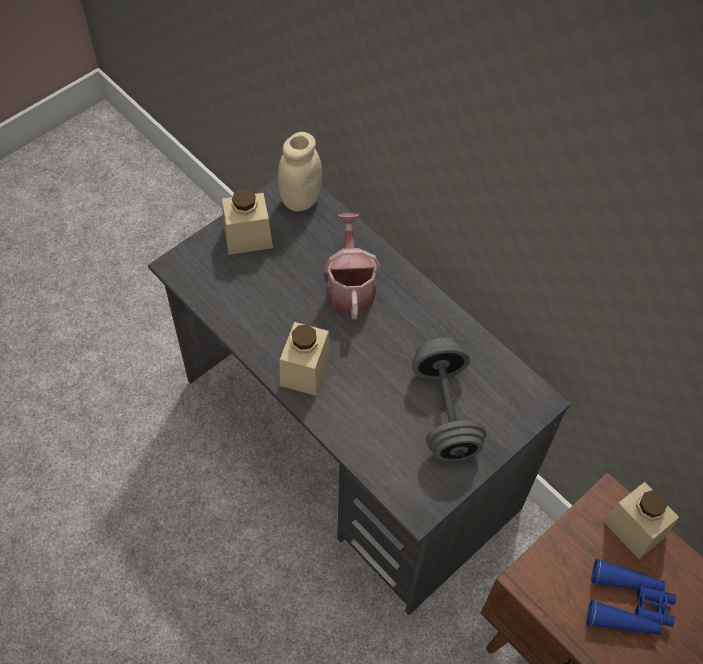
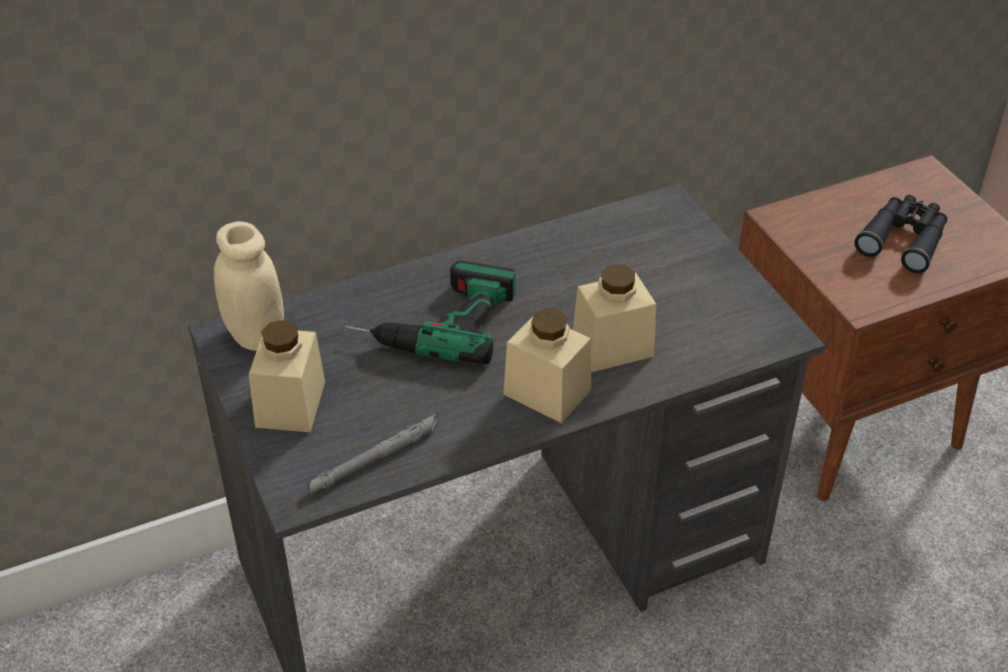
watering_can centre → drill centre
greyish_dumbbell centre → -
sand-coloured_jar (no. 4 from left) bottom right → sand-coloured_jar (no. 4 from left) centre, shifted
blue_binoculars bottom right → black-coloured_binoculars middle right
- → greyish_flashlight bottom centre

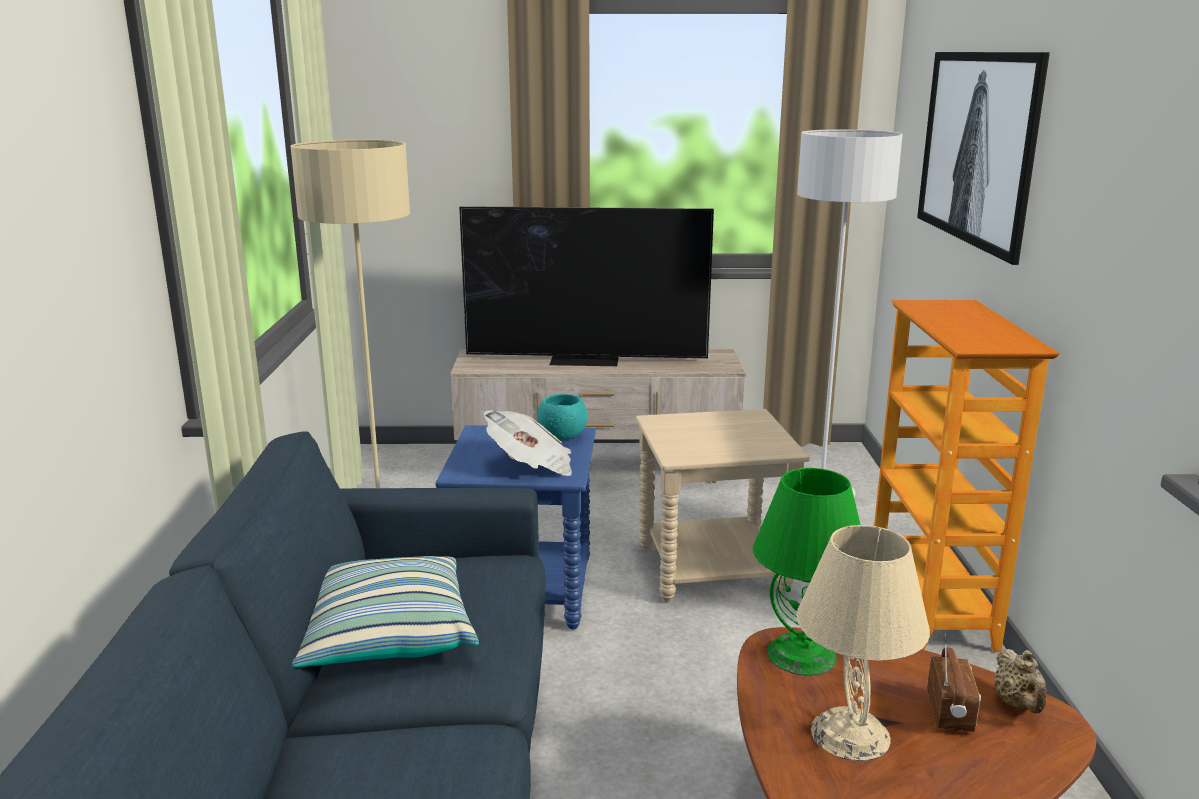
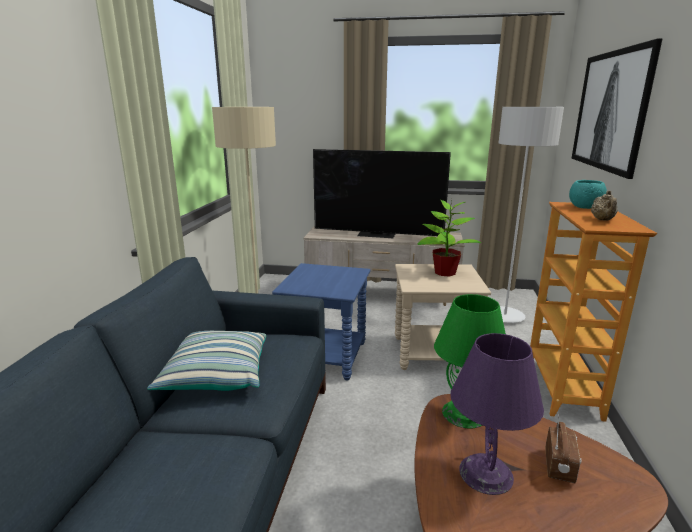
turquoise_bowl centre → turquoise_bowl middle right, shifted
printed_paper centre → -
sand-coloured_lamp_for_a_table bottom right → purplish_lamp_for_a_table bottom right
sand-coloured_tea_pot bottom right → sand-coloured_tea_pot middle right, shifted
- → potted_plant centre

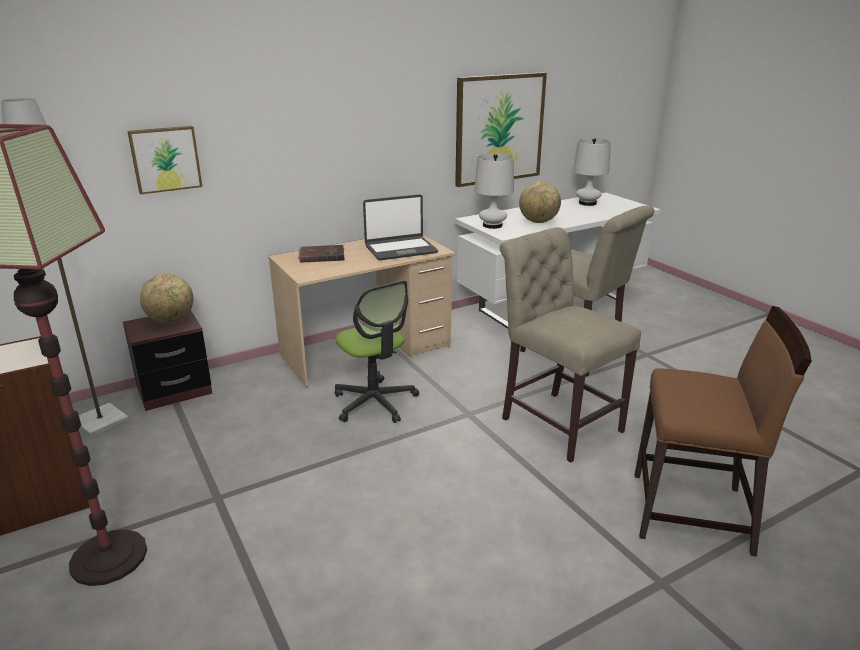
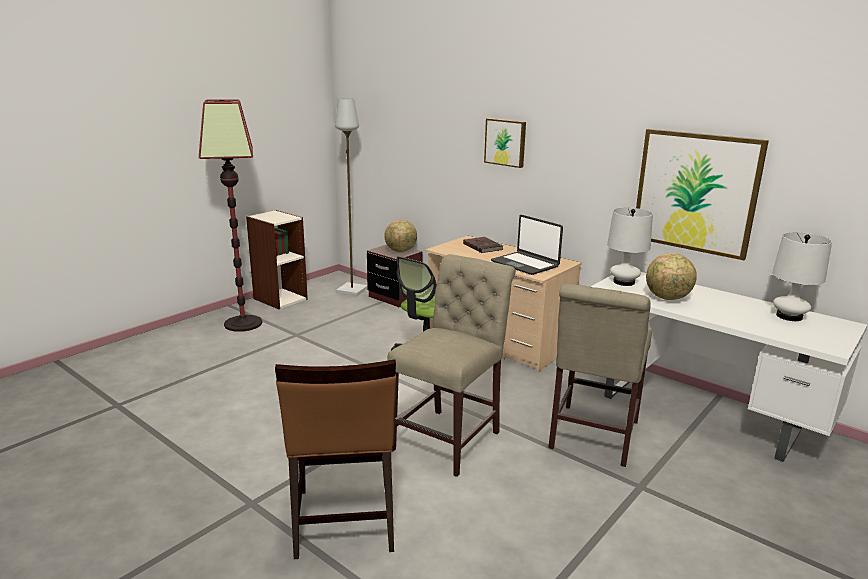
wall_picture (no. 1 from left) top left → wall_picture (no. 1 from left) top centre, shifted

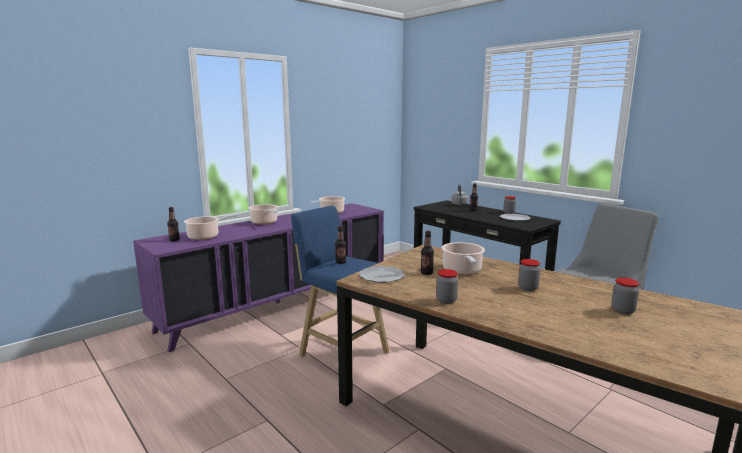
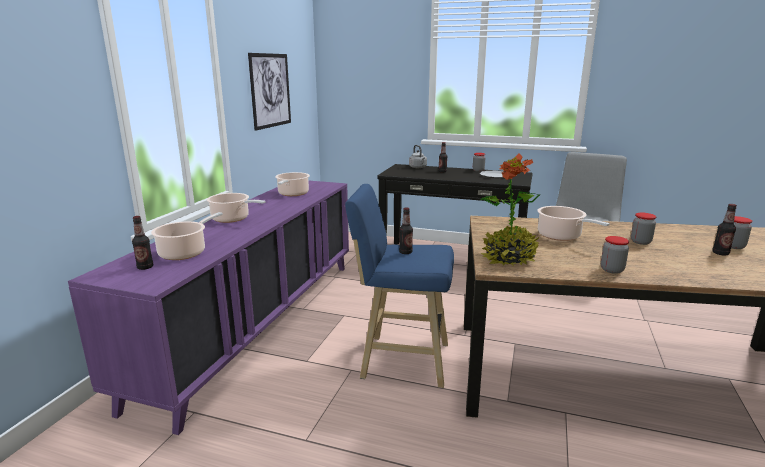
drink_bottle (no. 3 from left in the first image) centre → drink_bottle (no. 4 from left) middle right, shifted
flat_dish (no. 1 from left) centre → potted_plant middle right
- → wall_picture top centre

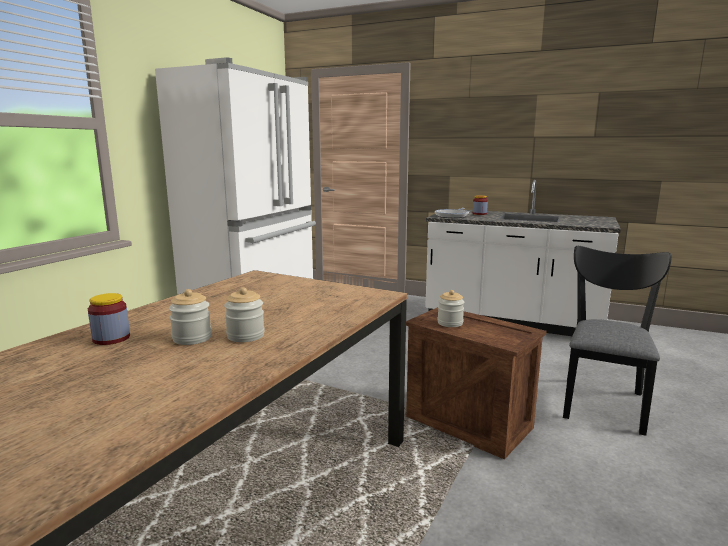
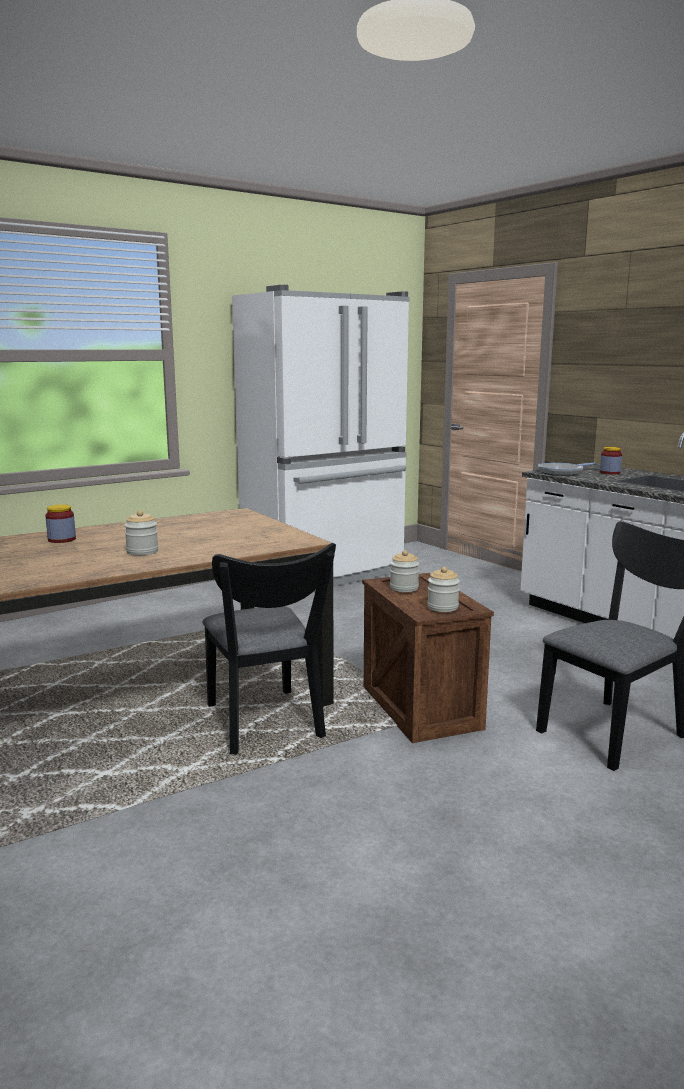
jar (no. 2 from left in the first image) middle left → jar (no. 4 from left) centre, shifted
- → black-coloured_chair (no. 1 from left) centre

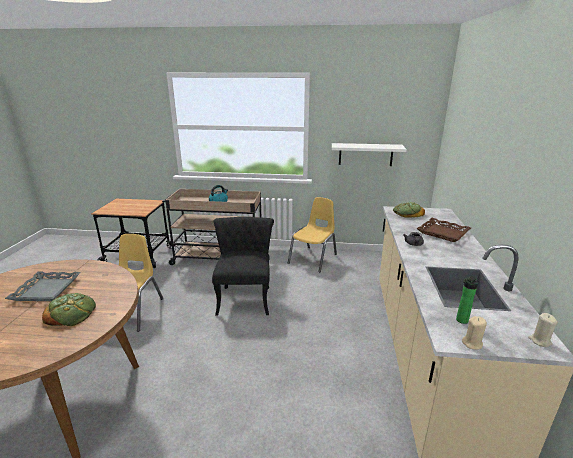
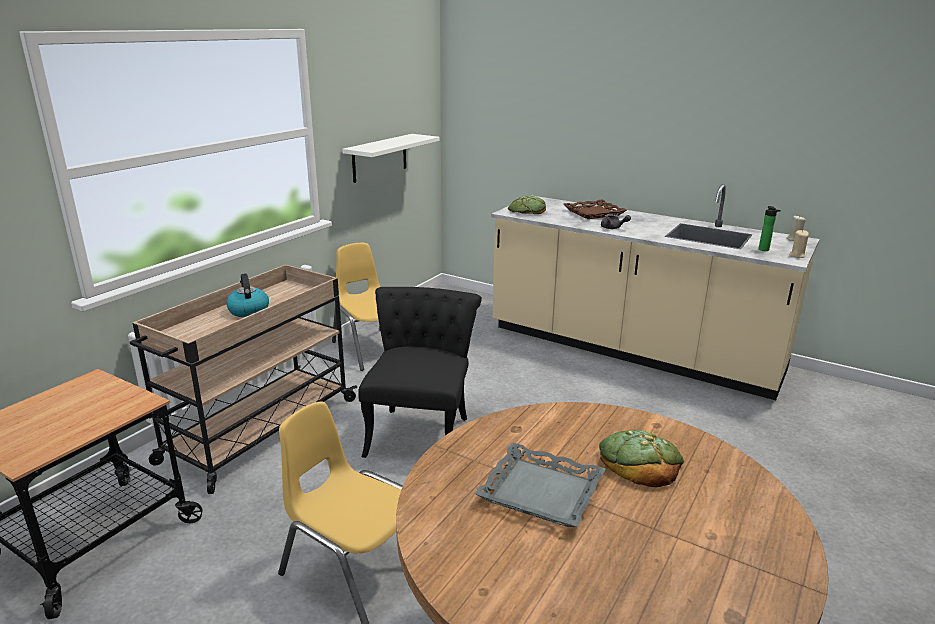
black-coloured_chair centre, 75 degrees clockwise

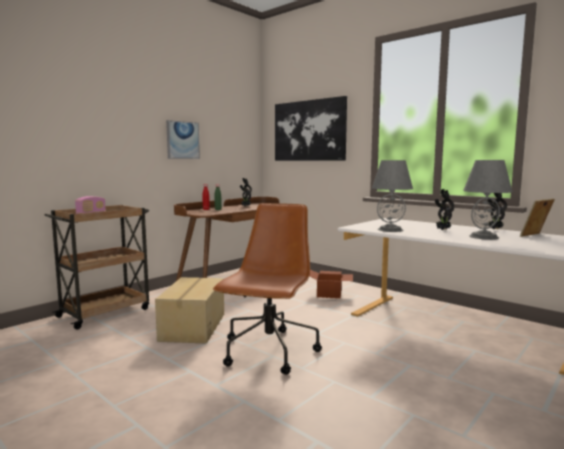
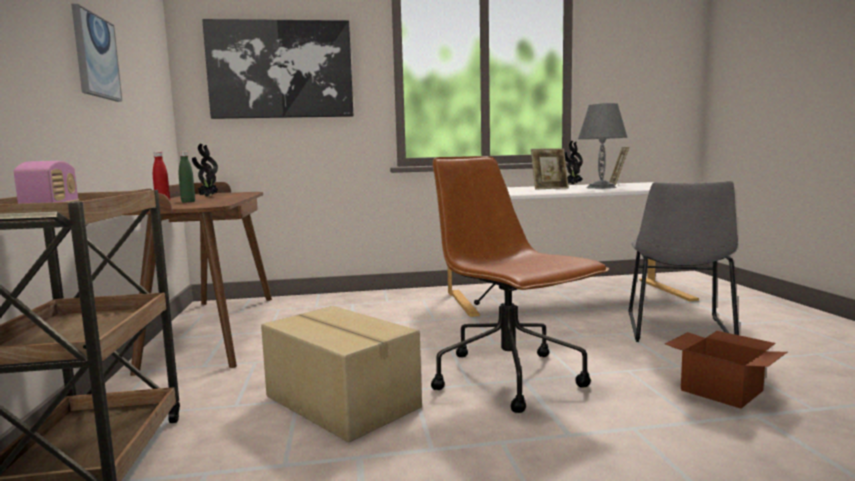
greyish_lamp_for_a_table (no. 1 from left) middle right → -
potted_plant (no. 2 from left) middle right → standing_frame (no. 1 from left) centre
packing_box (no. 2 from left) centre → packing_box (no. 2 from left) bottom right, shifted
- → greyish_chair middle right

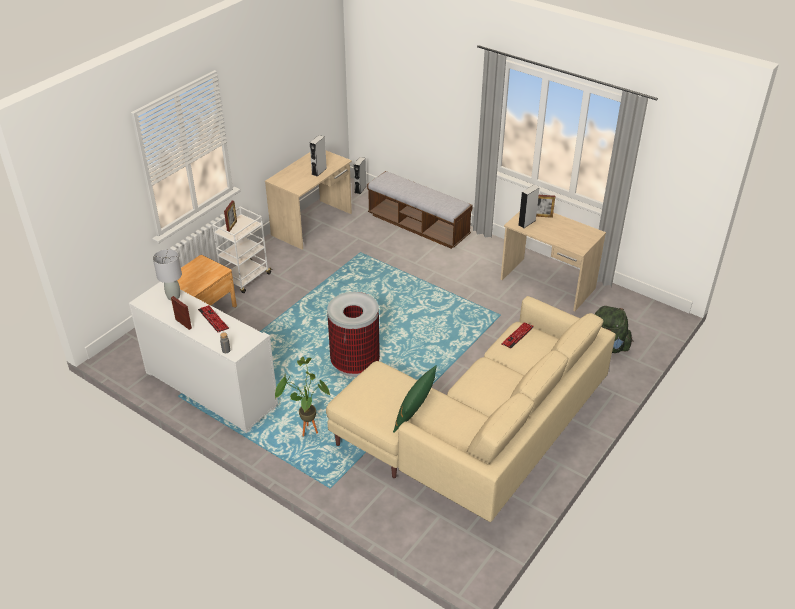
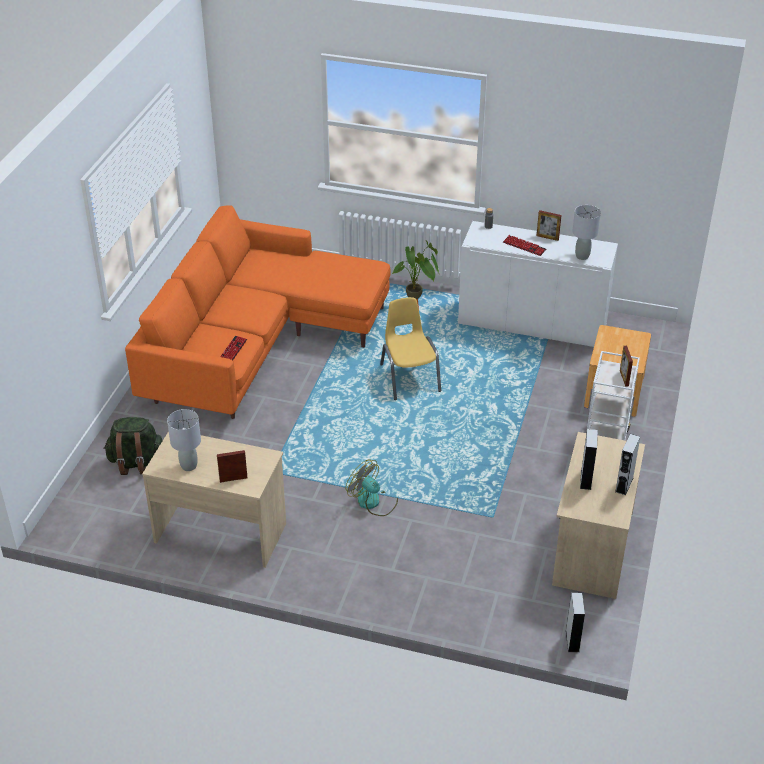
long_seat centre → -
greyish_loudspeaker (no. 3 from left) centre → greyish_loudspeaker (no. 3 from left) middle right, shifted
waste_bin centre → yellowish_chair centre
sand-coloured_couch bottom centre → orangey_couch centre
green_cushion centre → -
- → greyish_lamp_for_a_table (no. 1 from left) middle left
- → fan centre

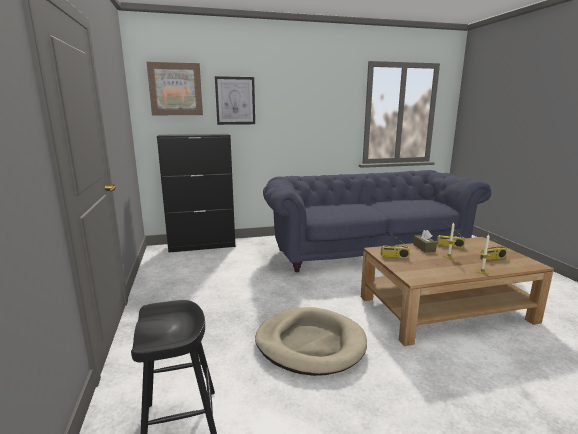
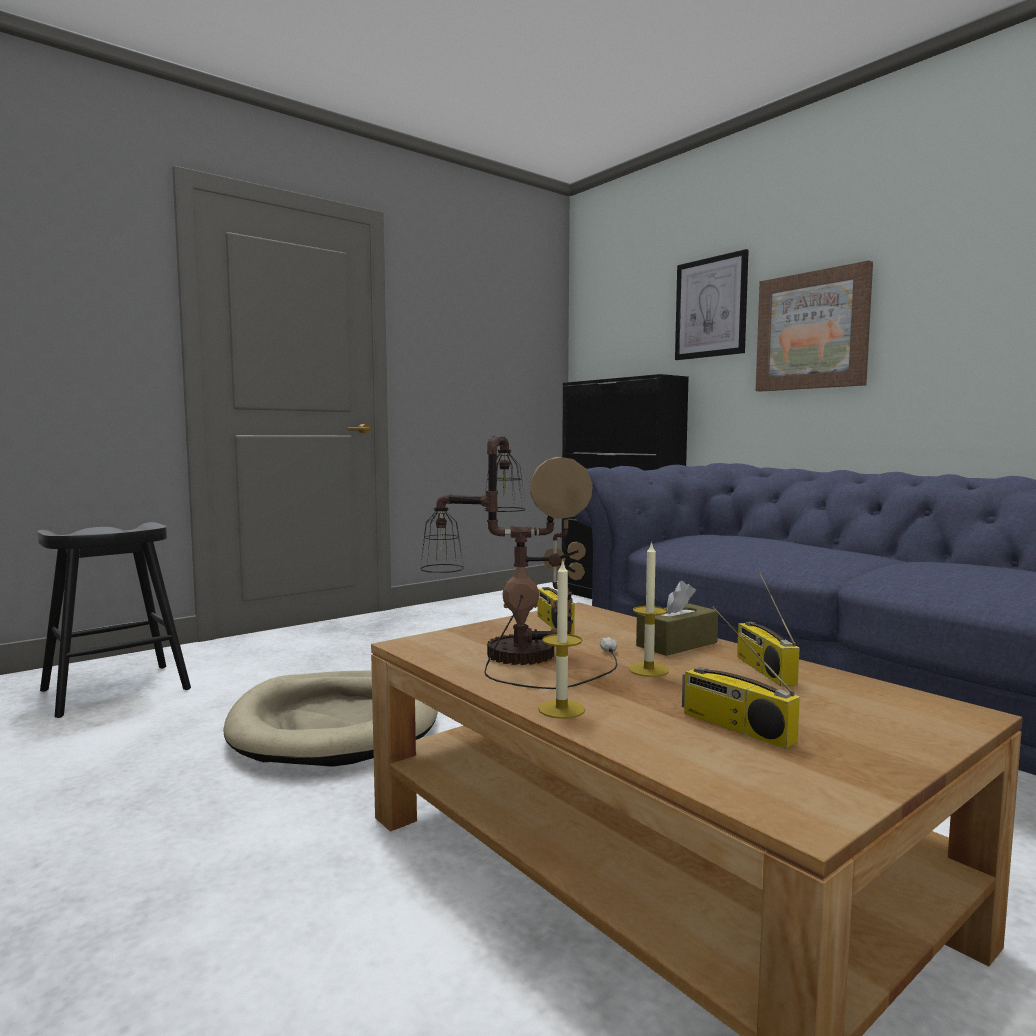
wall_picture (no. 1 from left in the first image) top left → wall_picture (no. 2 from left) top right, shifted
- → lamp_for_a_table centre

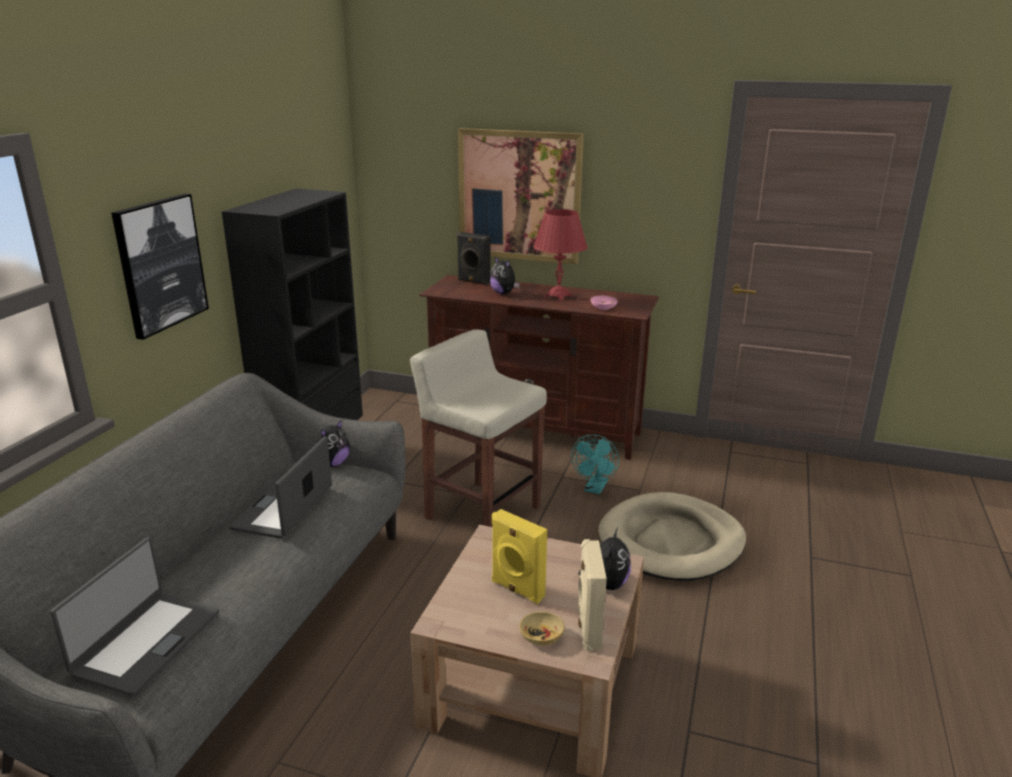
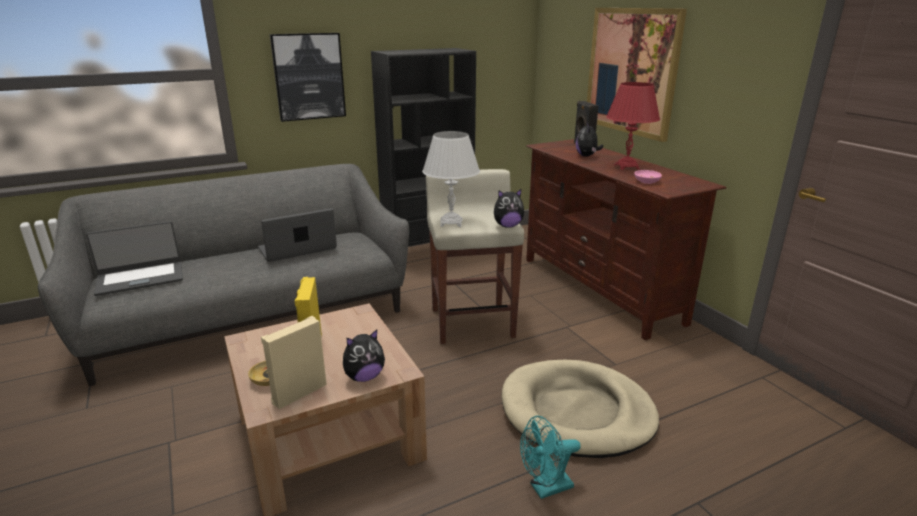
cuddly_toy (no. 1 from left in the first image) middle left → cuddly_toy (no. 2 from left) centre, shifted
turquoise_fan centre → turquoise_fan bottom centre, shifted
- → whitish_lamp_for_a_table centre

